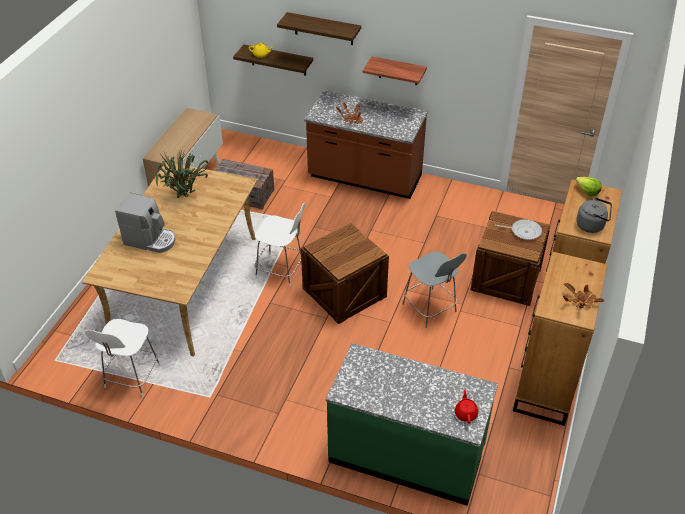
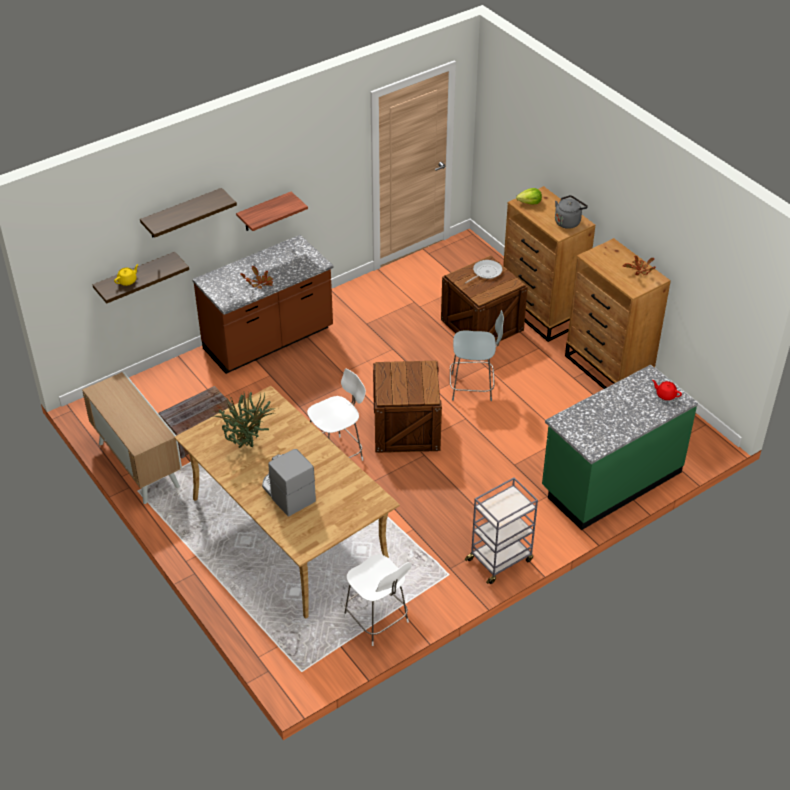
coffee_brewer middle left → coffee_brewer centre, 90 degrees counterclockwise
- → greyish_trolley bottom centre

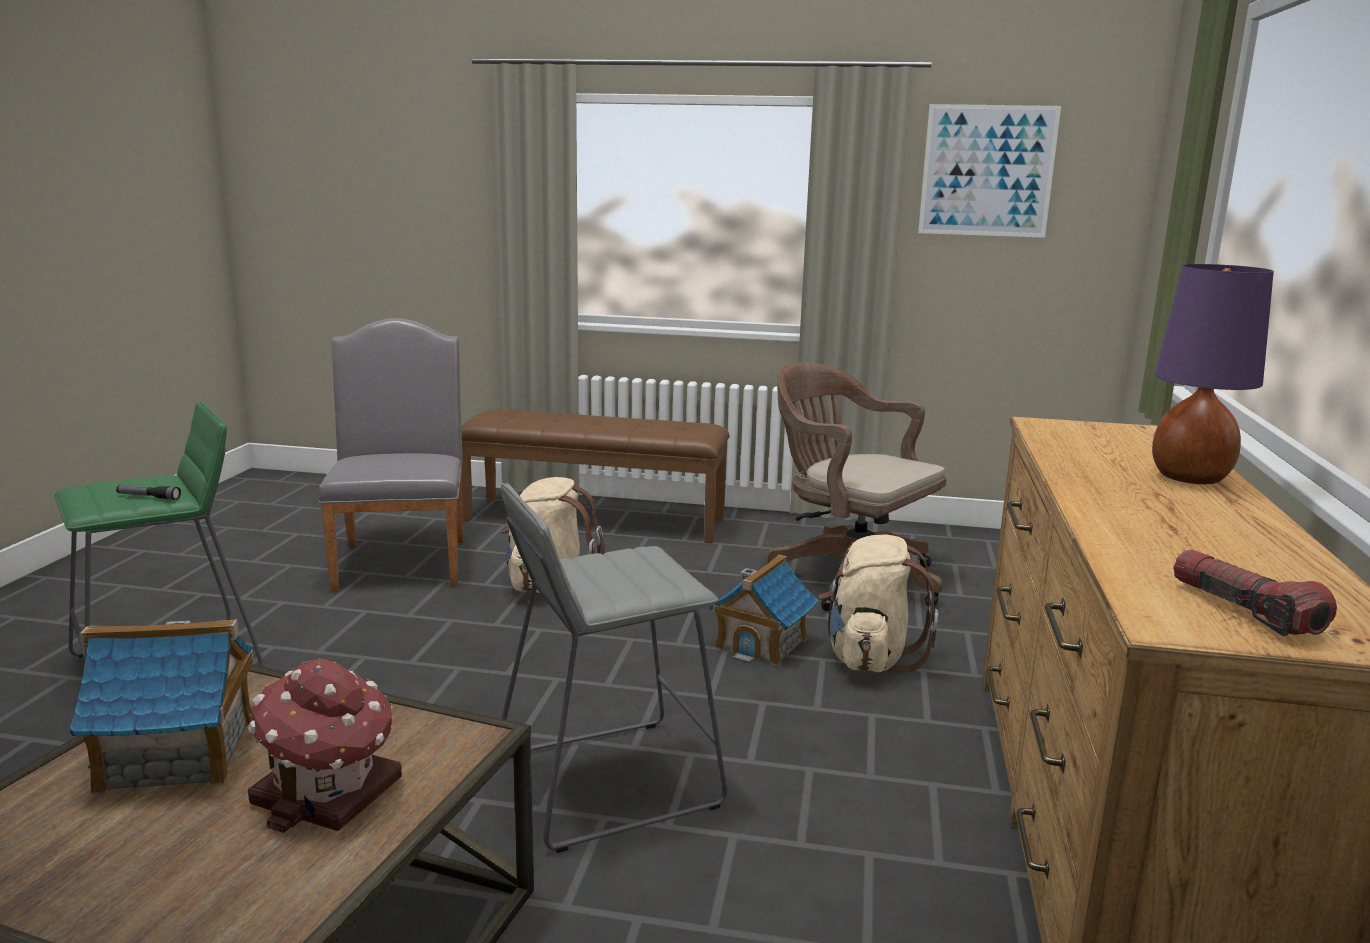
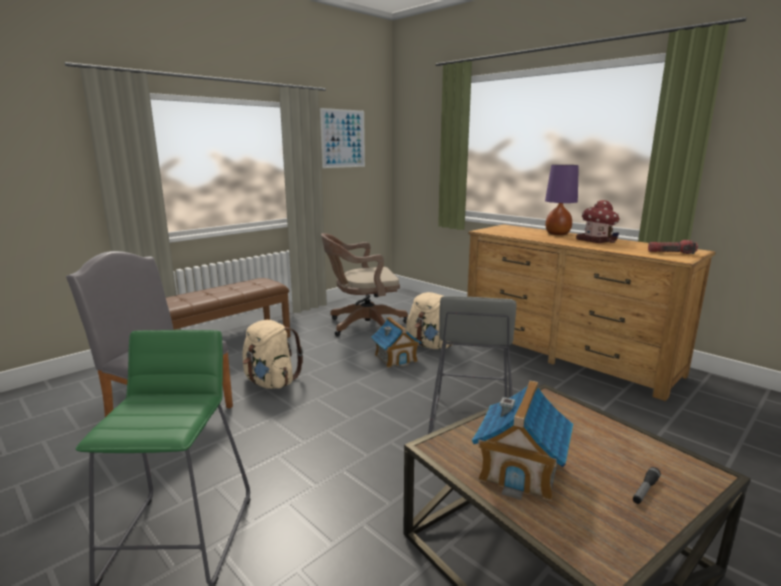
flashlight (no. 1 from left) middle left → flashlight (no. 1 from left) bottom right, shifted
miniature_house (no. 2 from left in the first image) bottom left → miniature_house (no. 3 from left) middle right, shifted

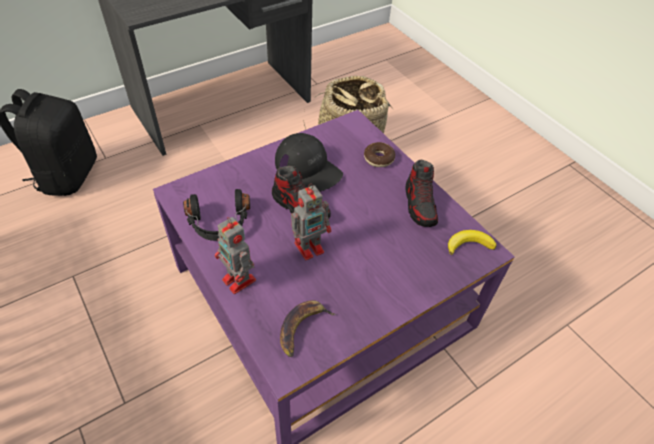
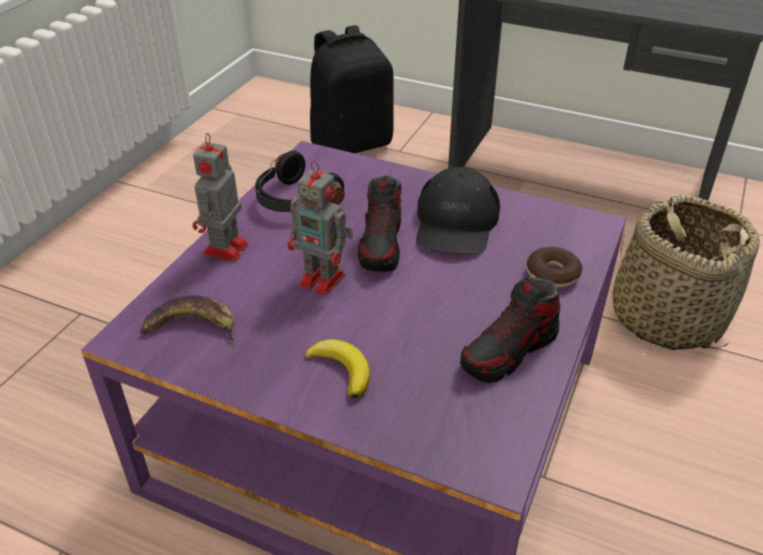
whole_banana (no. 2 from left) middle right → whole_banana (no. 2 from left) centre, shifted

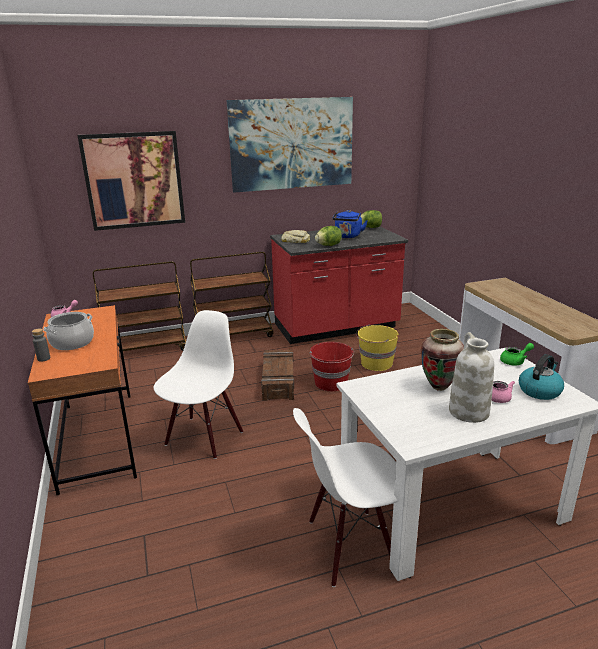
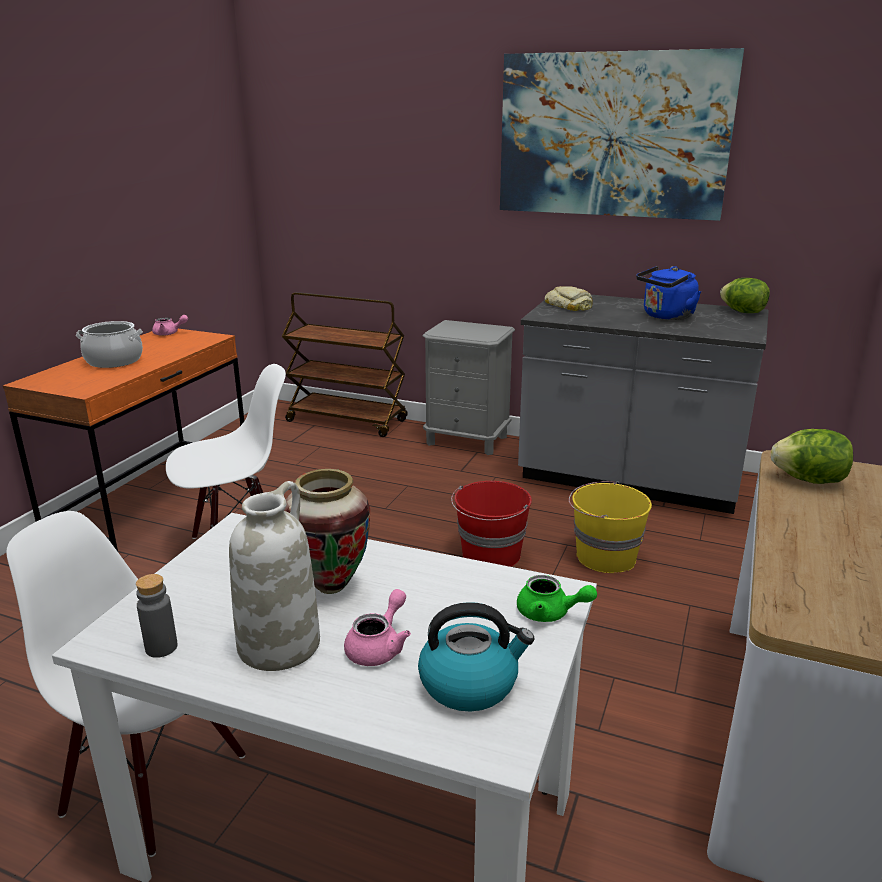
wall_picture (no. 1 from left) top left → -
red_kitchen_counter centre → greyish_kitchen_counter middle right
lettuce_head (no. 1 from left in the first image) centre → lettuce_head (no. 2 from left) middle right, shifted
brownish_trolley (no. 2 from left) centre → greyish_night_table centre
greyish_drink_bottle middle left → greyish_drink_bottle bottom left, shifted
shipping_crate centre → -

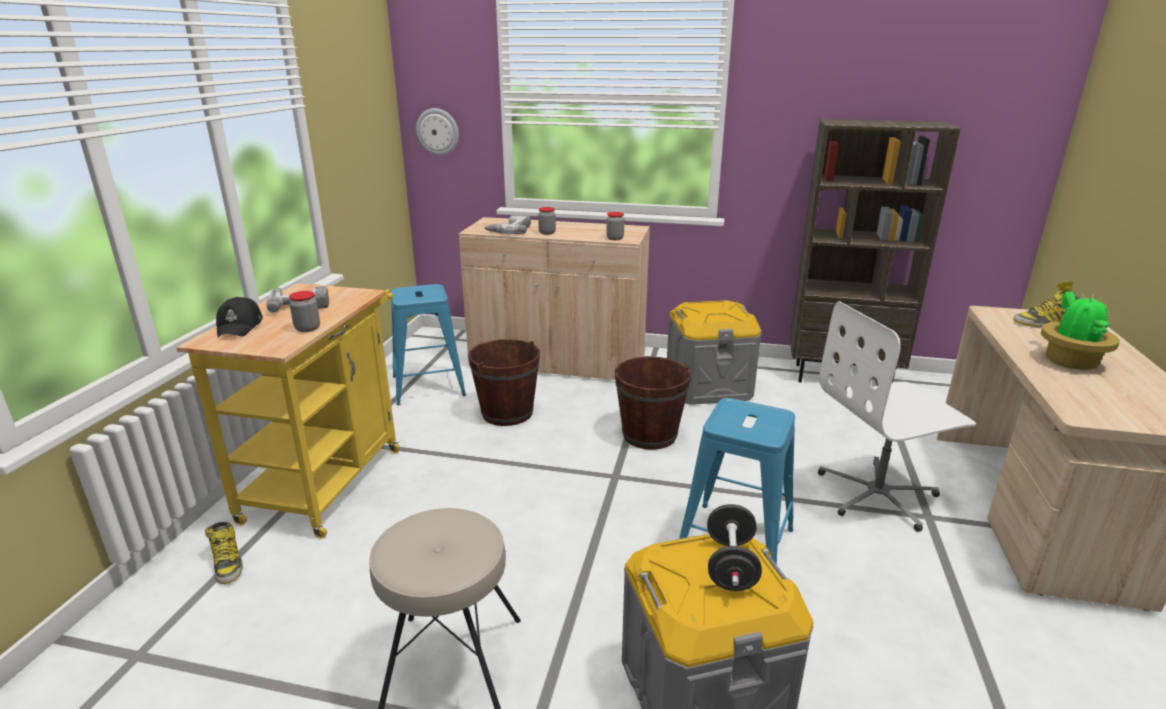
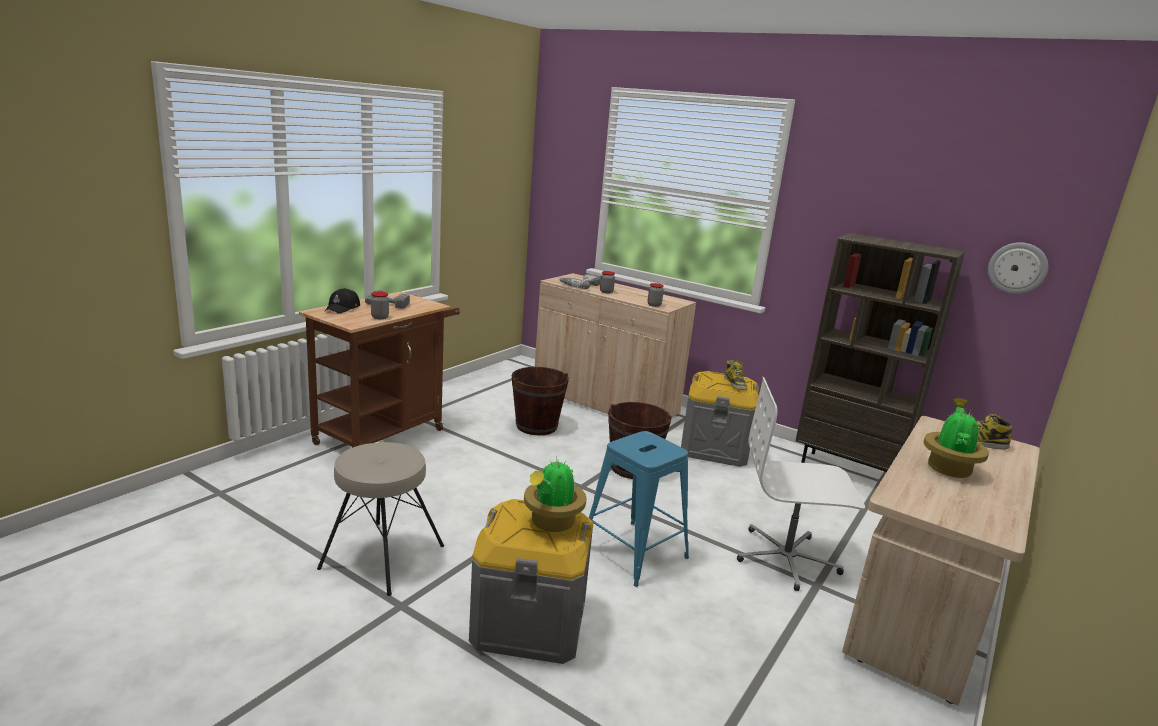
wall_clock top centre → wall_clock middle right, shifted
yellowish_trolley middle left → brownish_trolley middle left
blue_stool_seat (no. 1 from left) centre → -
black-coloured_dumbbell bottom centre → potted_plant (no. 1 from left) bottom centre
boot (no. 1 from left) bottom left → boot (no. 1 from left) centre, shifted

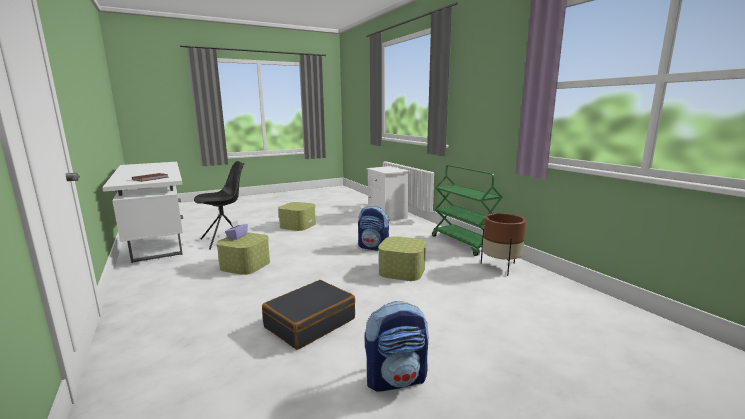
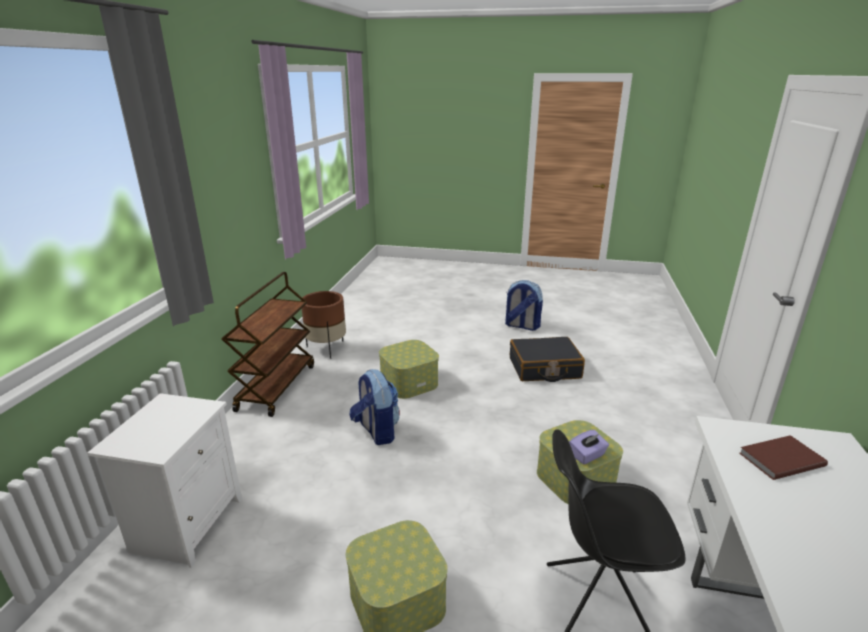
green_trolley centre → brownish_trolley middle left

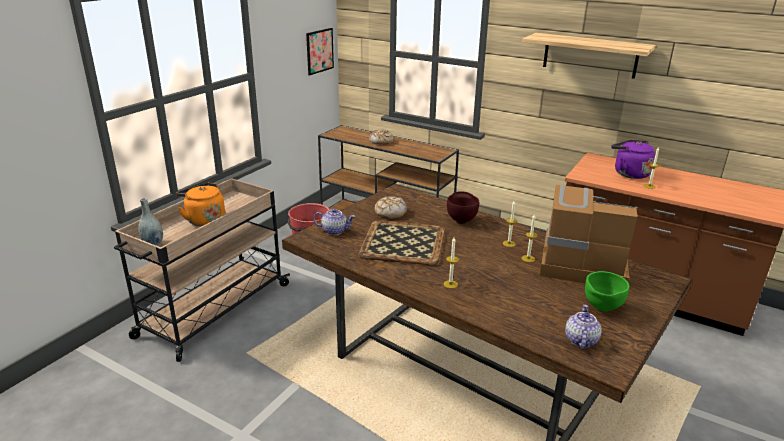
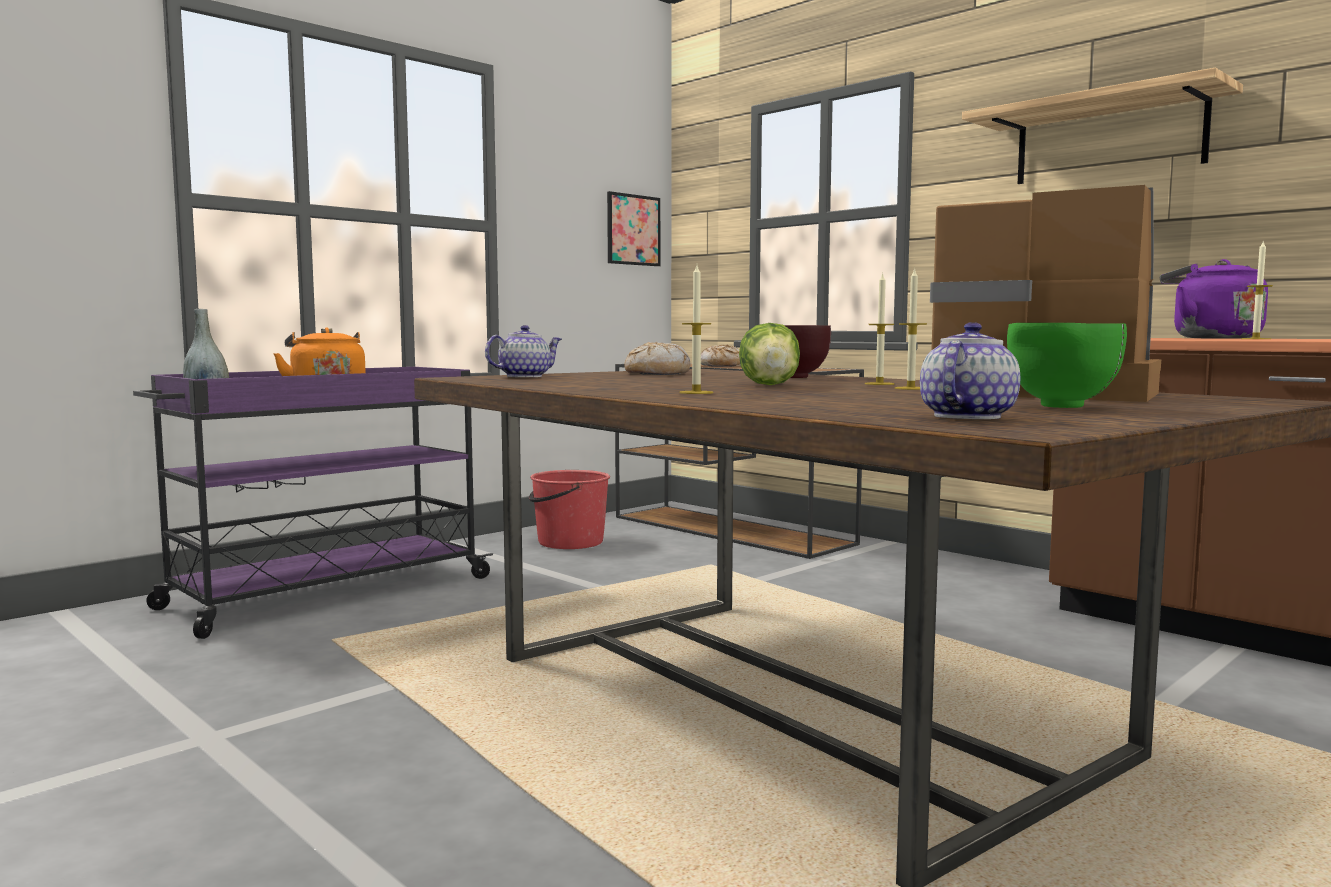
sand-coloured_trolley middle left → purplish_trolley middle left
tea_pot (no. 1 from left) centre, 60 degrees counterclockwise
carrying_tray centre → -
- → lettuce_head centre

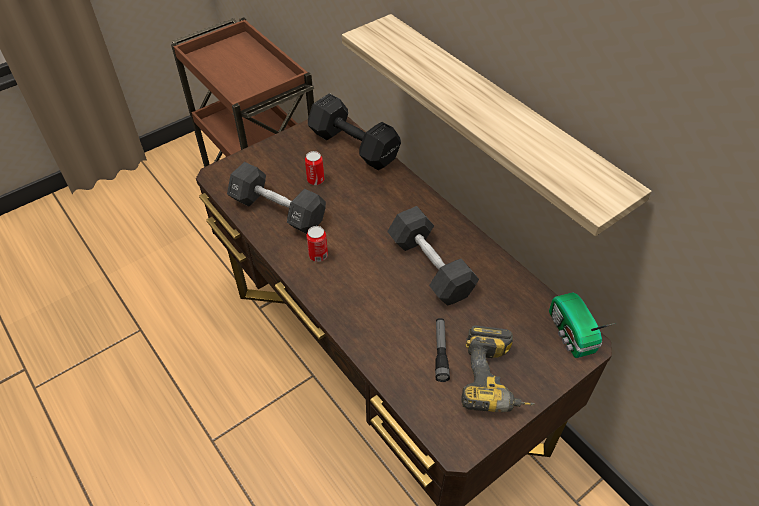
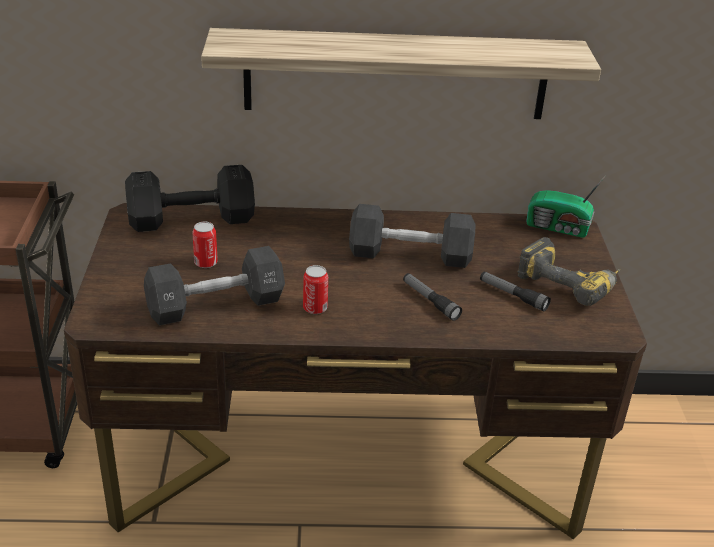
- → flashlight (no. 1 from left) centre

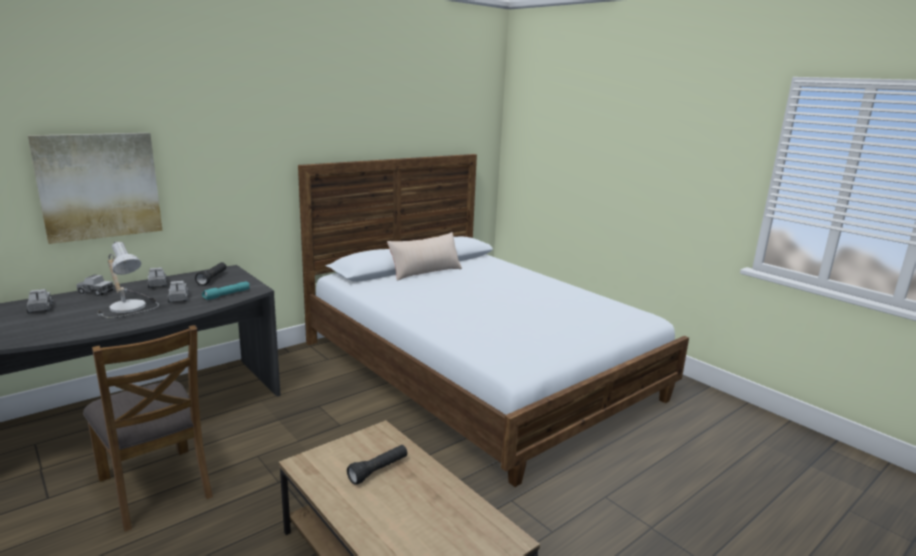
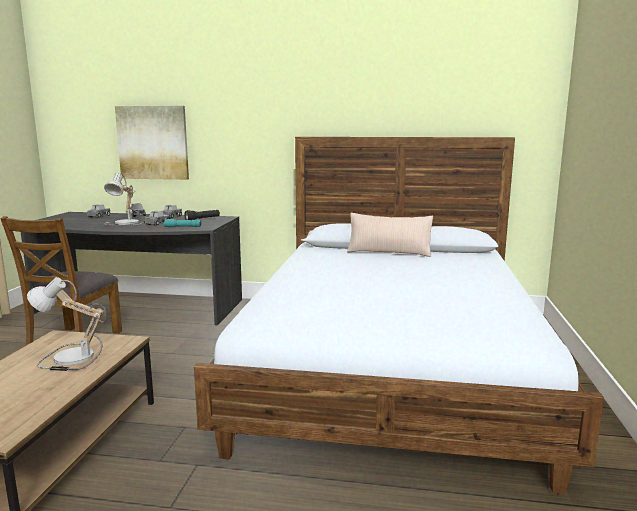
black-coloured_flashlight (no. 2 from left) bottom centre → lamp_for_a_table (no. 1 from left) middle left

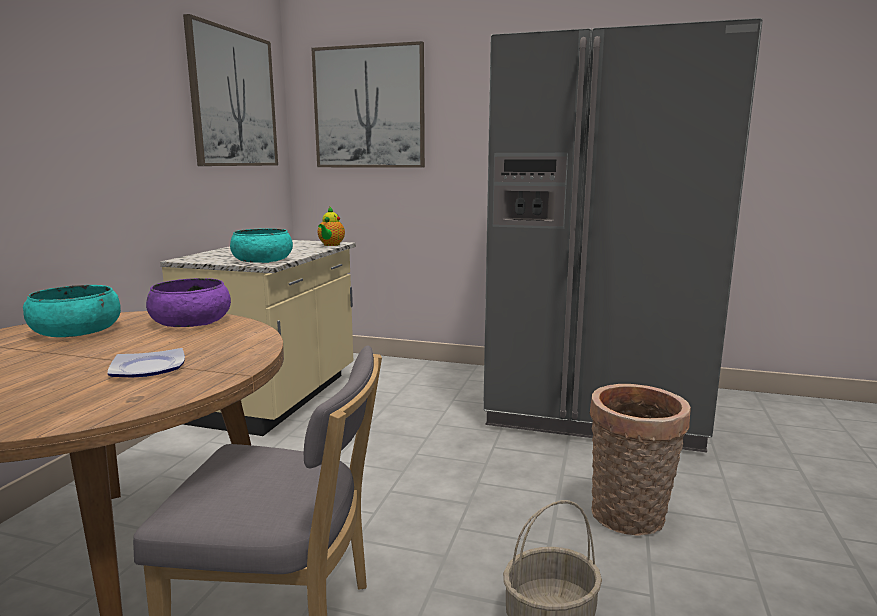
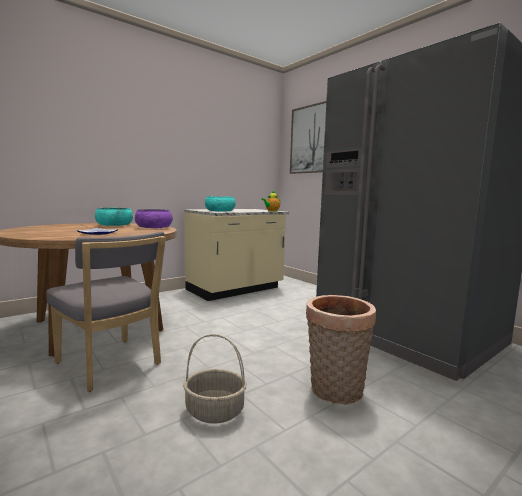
wall_picture (no. 1 from left) top left → -

